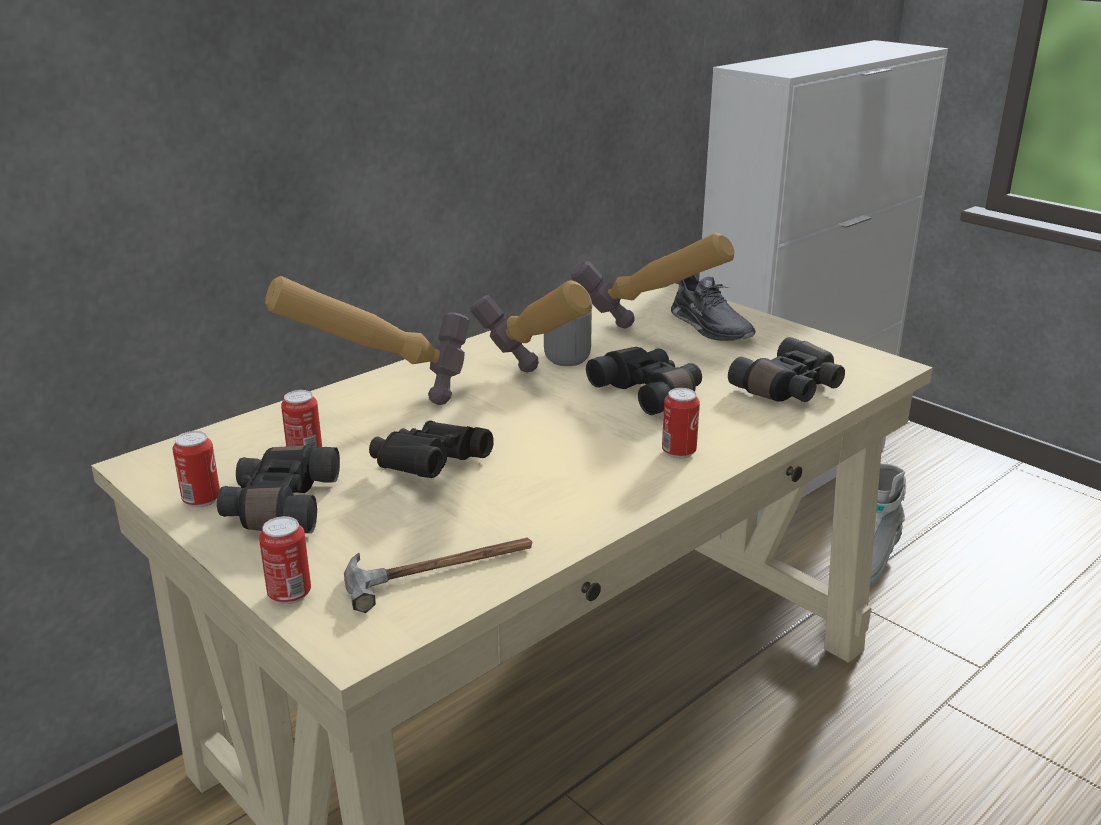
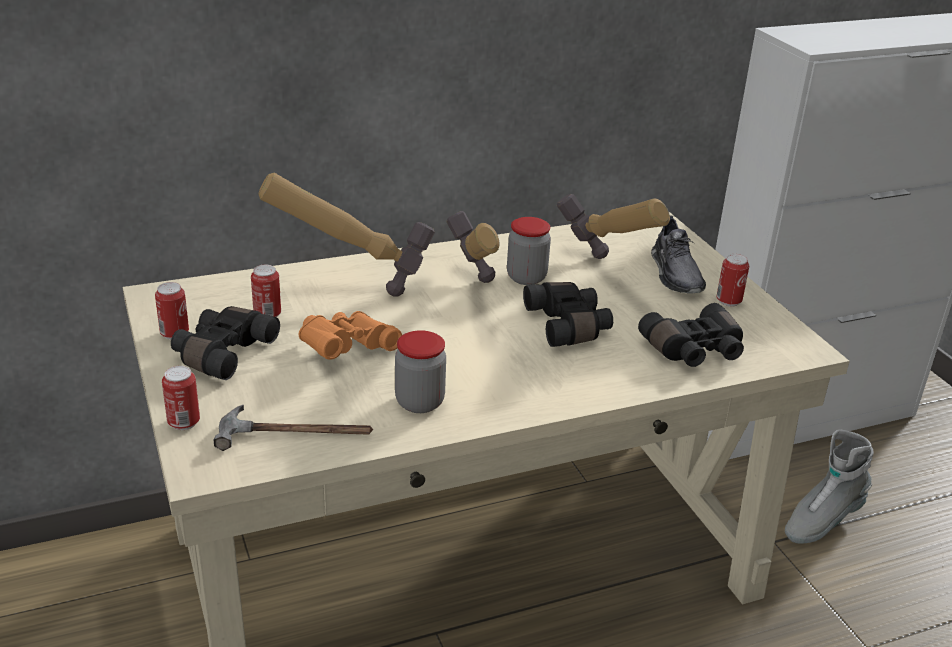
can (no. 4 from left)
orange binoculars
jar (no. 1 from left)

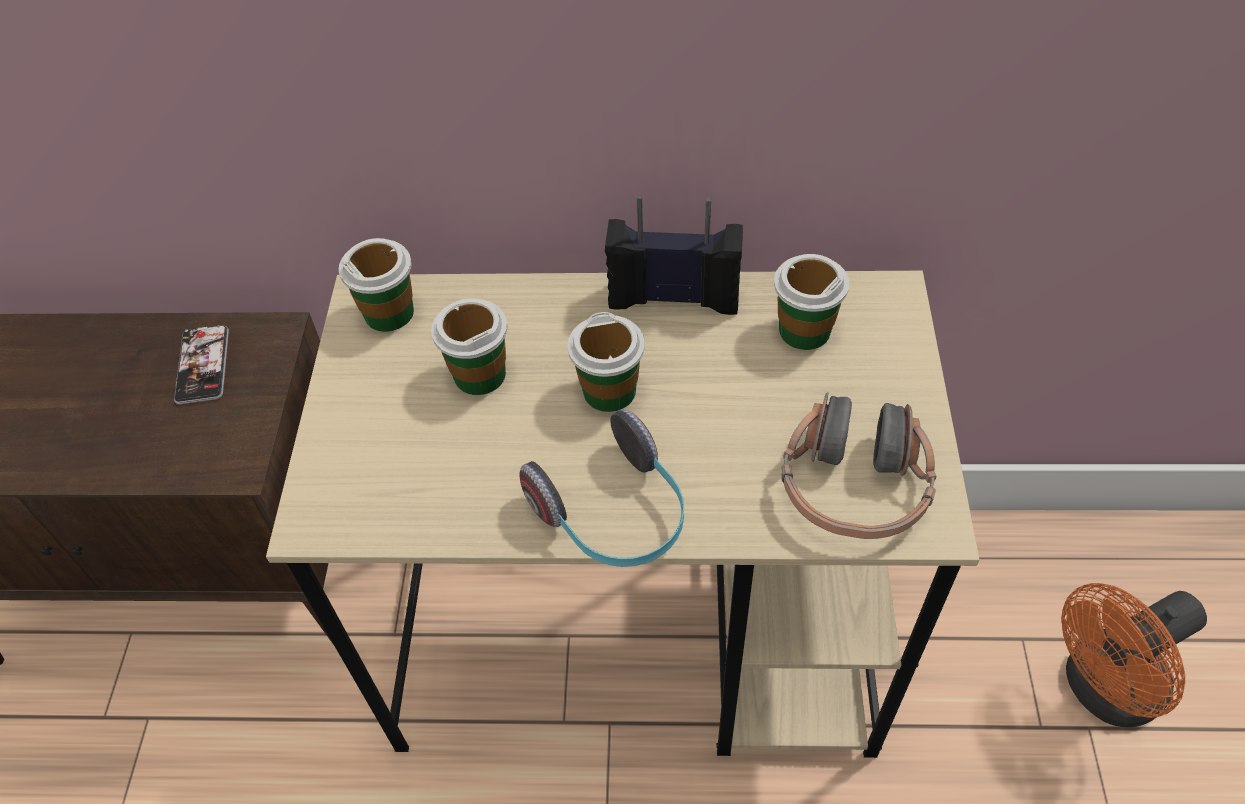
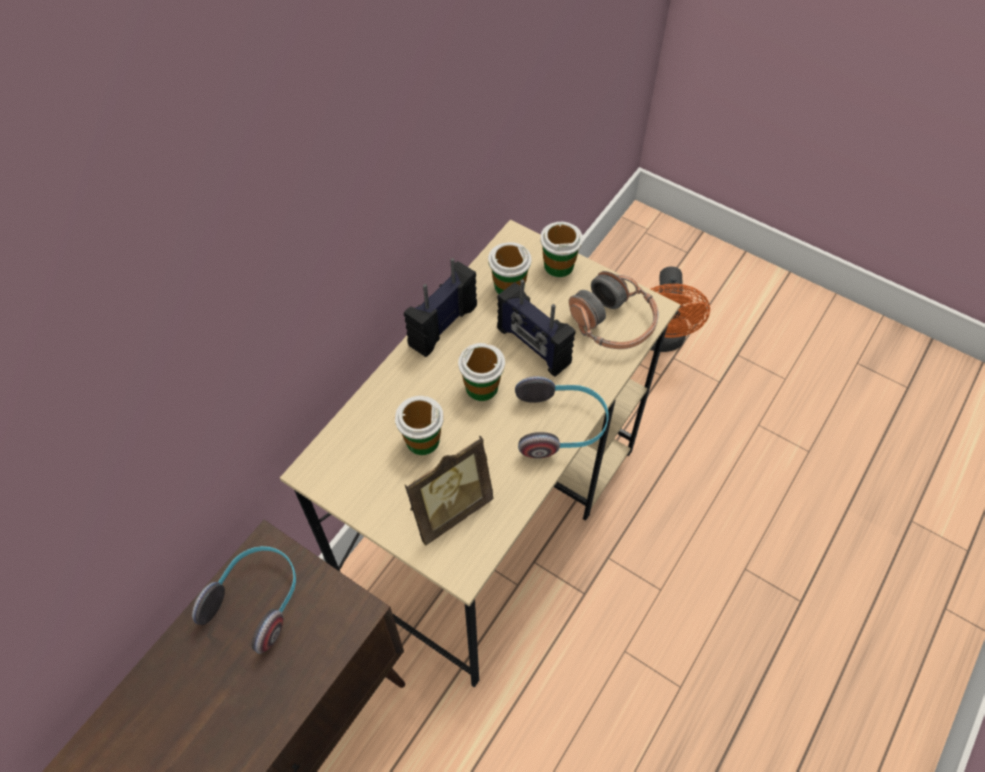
cup (no. 4 from left)
headphones (no. 1 from left)
radio (no. 2 from left)
picture frame

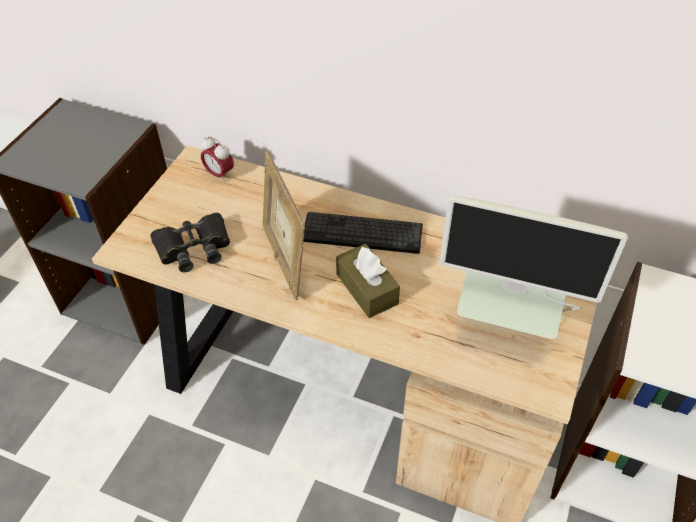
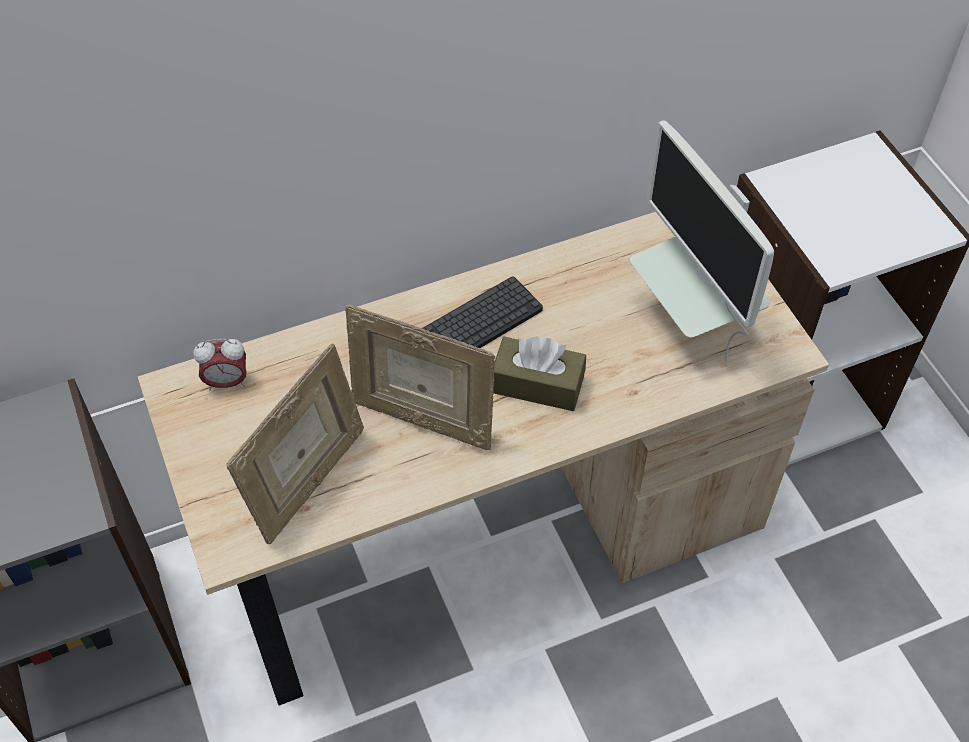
monitor
picture frame (no. 1 from left)

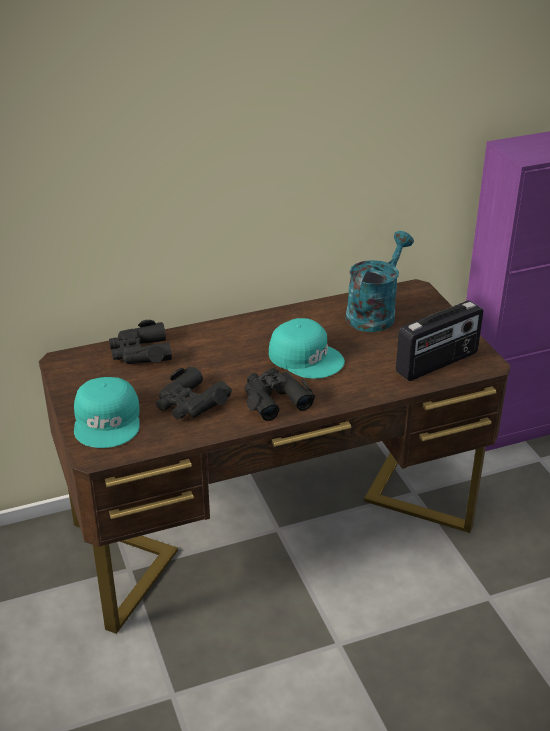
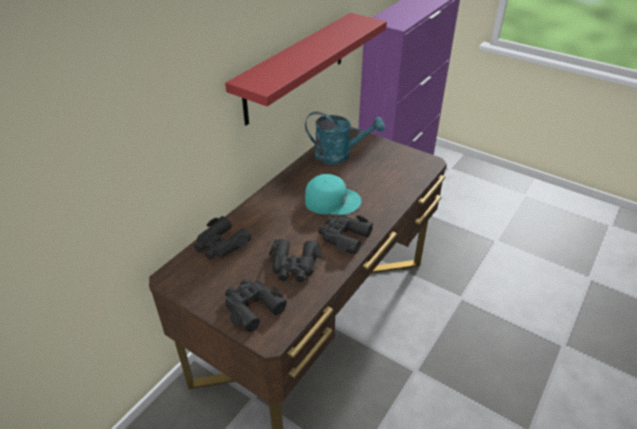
turquoise watering can
radio
black binoculars (no. 2 from left)
red shelf

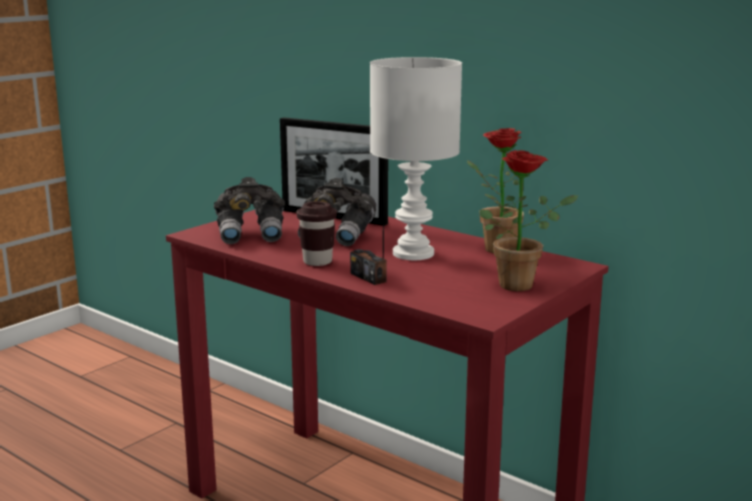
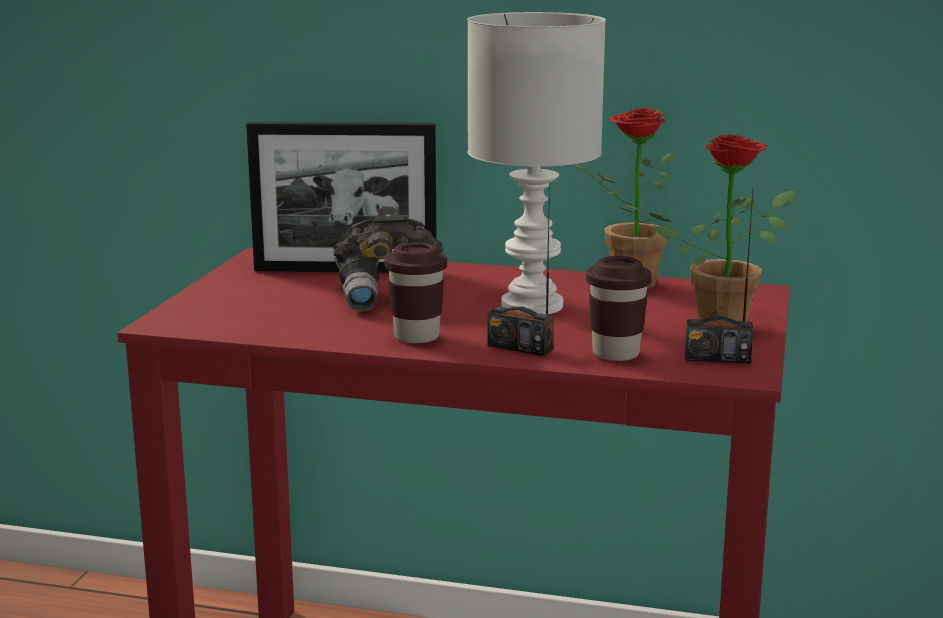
grey binoculars (no. 1 from left in the first image)
radio (no. 2 from left)
brown cup (no. 2 from left)

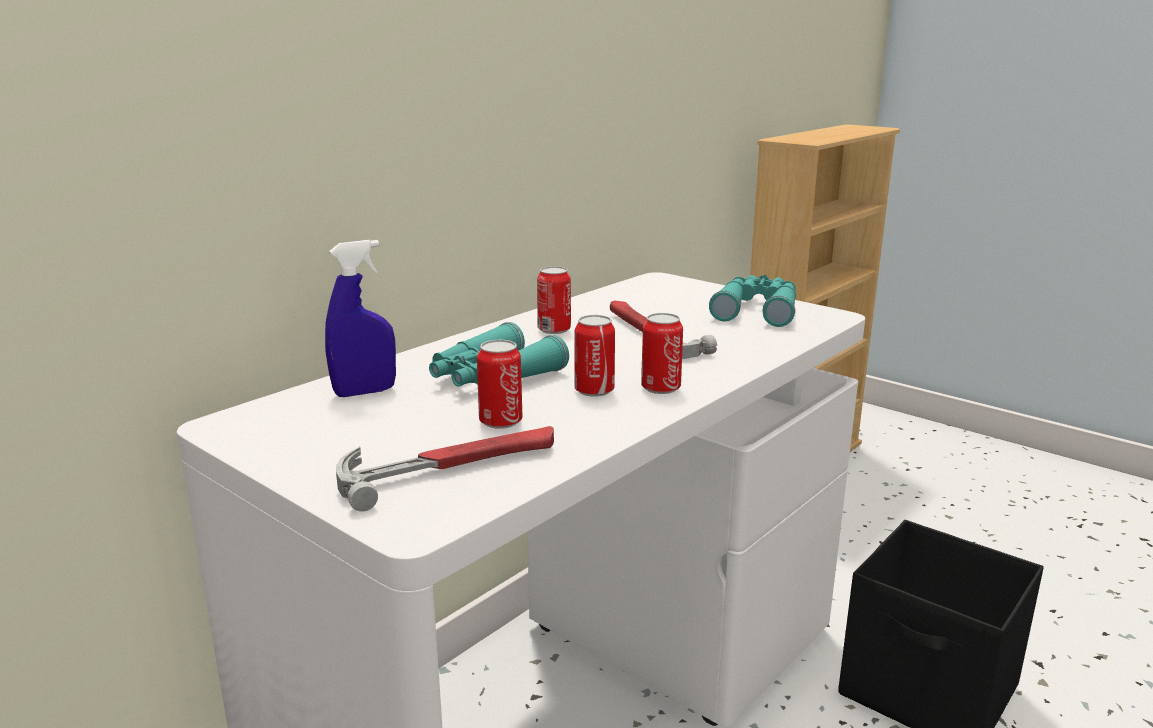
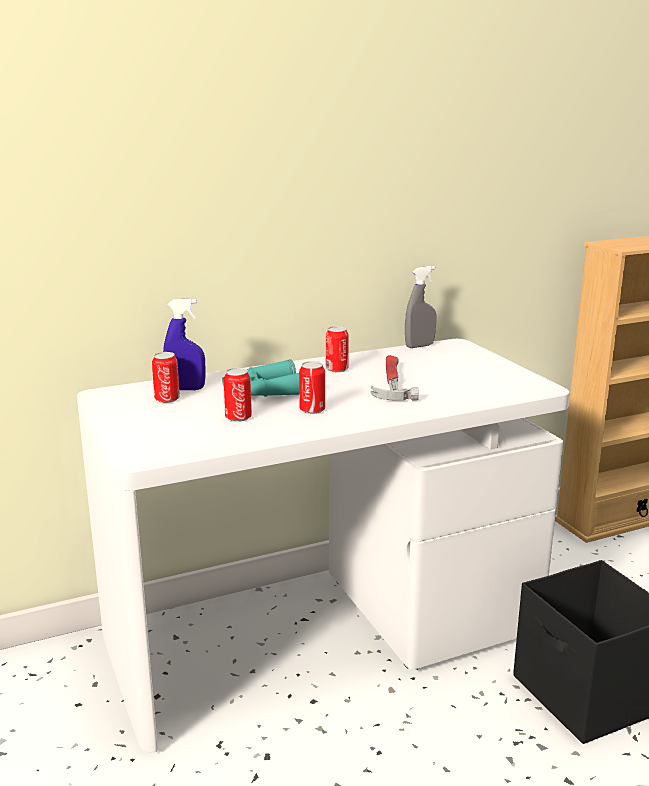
turquoise binoculars (no. 2 from left in the first image)
can (no. 1 from left)
hammer (no. 1 from left in the first image)
grey spray bottle

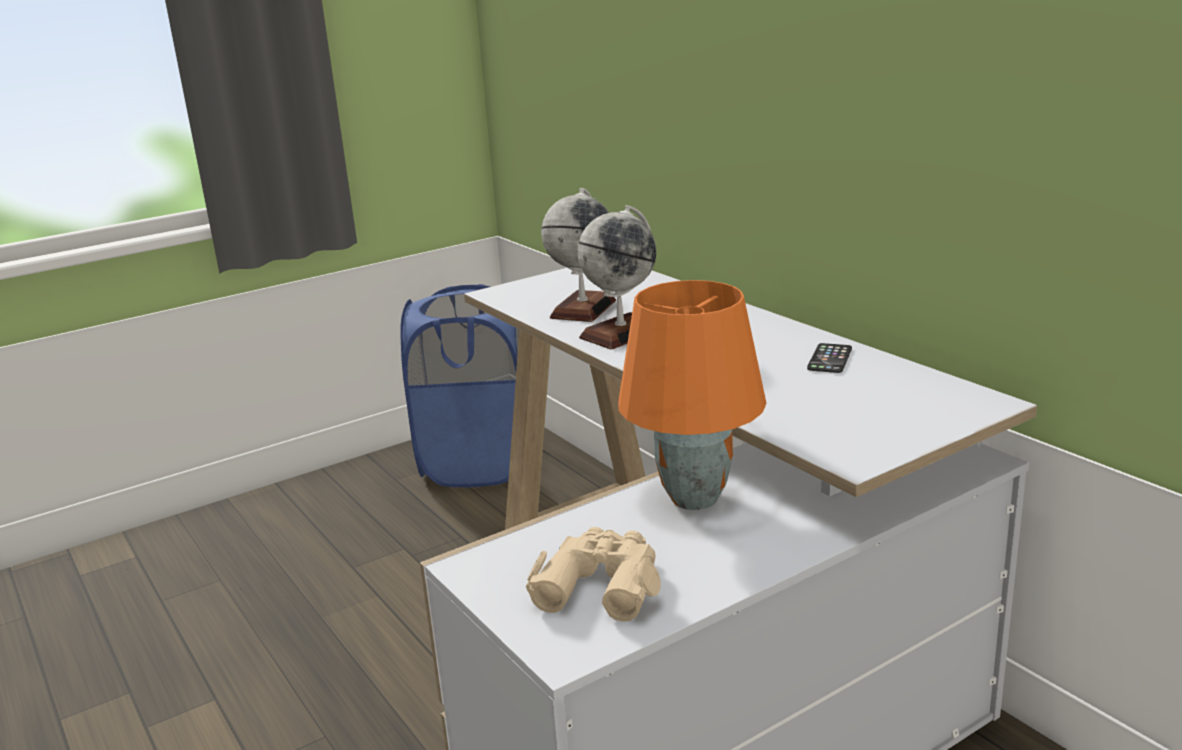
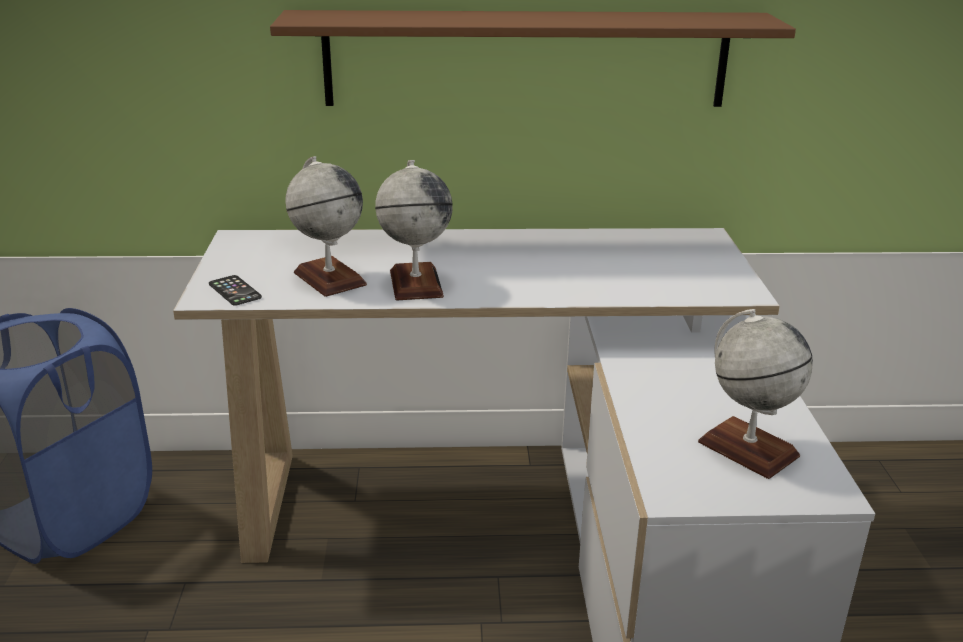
orange table lamp
phone
globe (no. 3 from left)
brown shelf

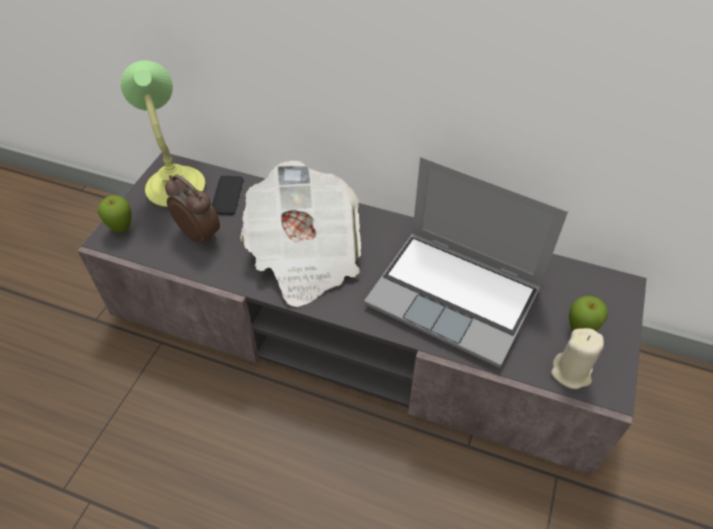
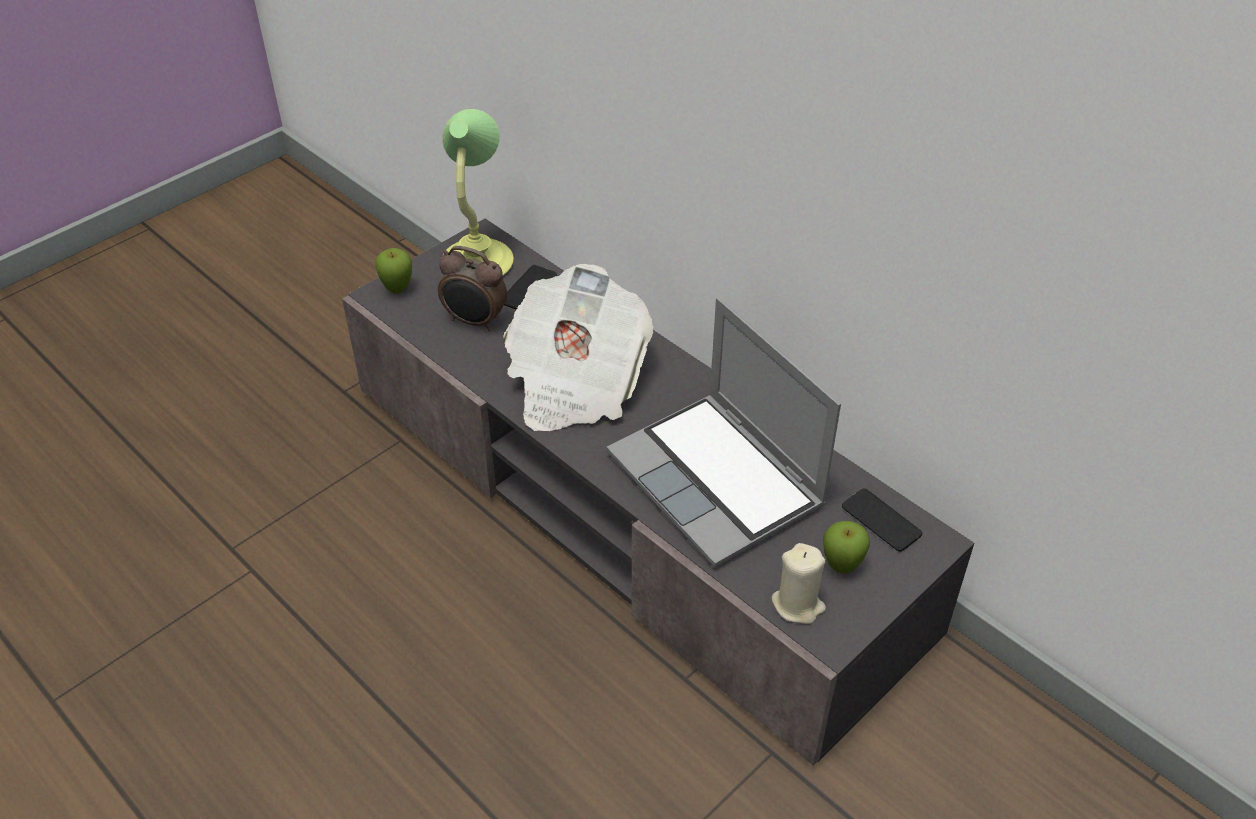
alarm clock
phone (no. 2 from left)

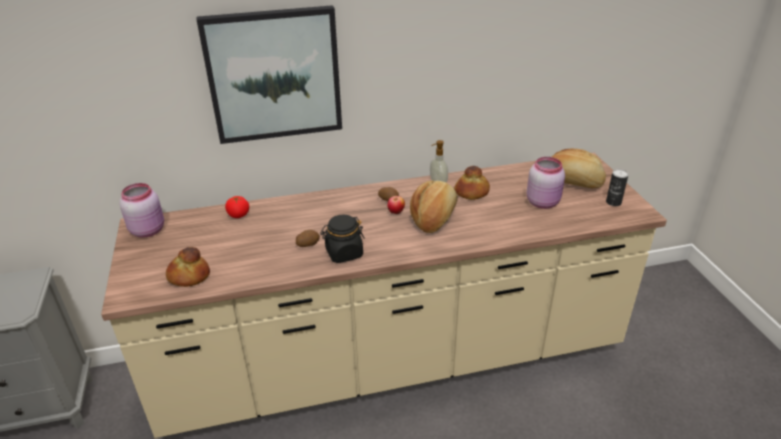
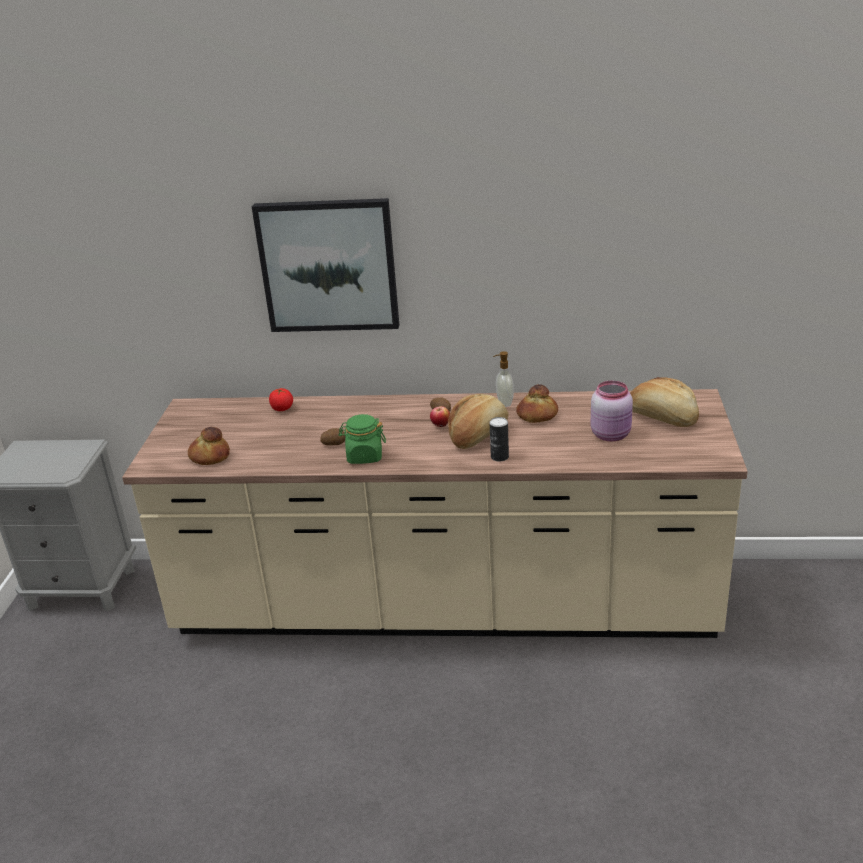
can
pink jar (no. 1 from left in the first image)
green jar

